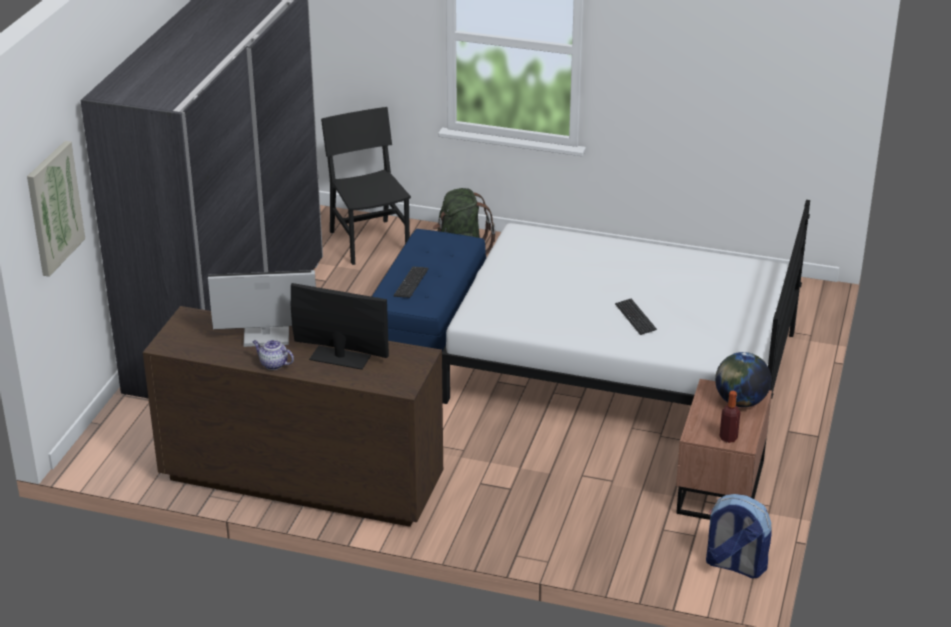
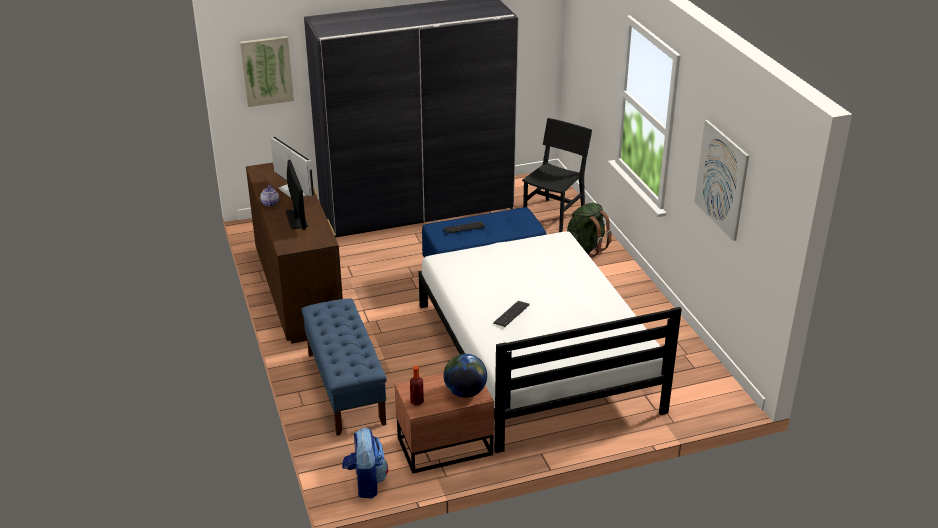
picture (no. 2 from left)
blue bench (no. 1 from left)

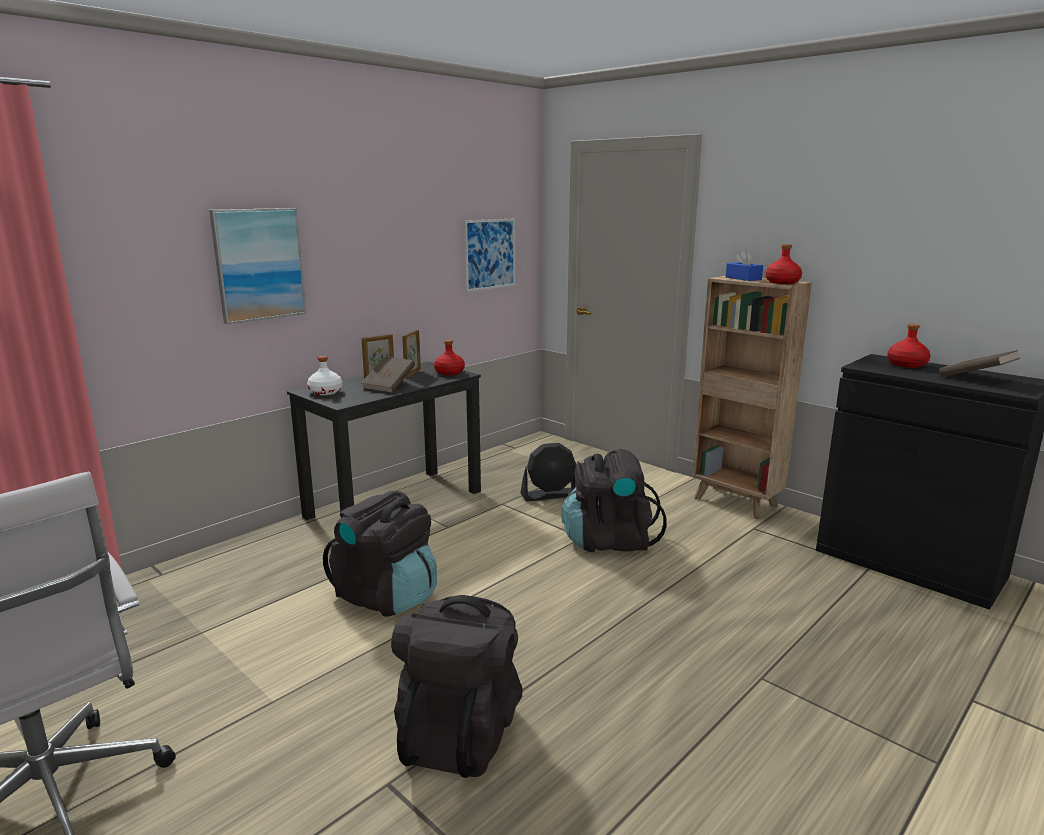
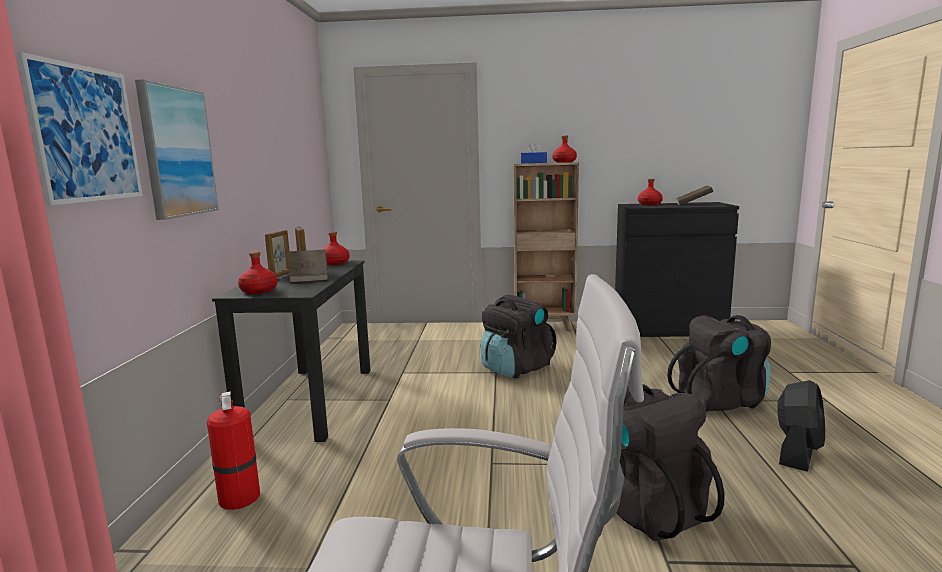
picture (no. 1 from left)
red bottle (no. 1 from left)
black fan
black backpack (no. 3 from left)
fire extinguisher

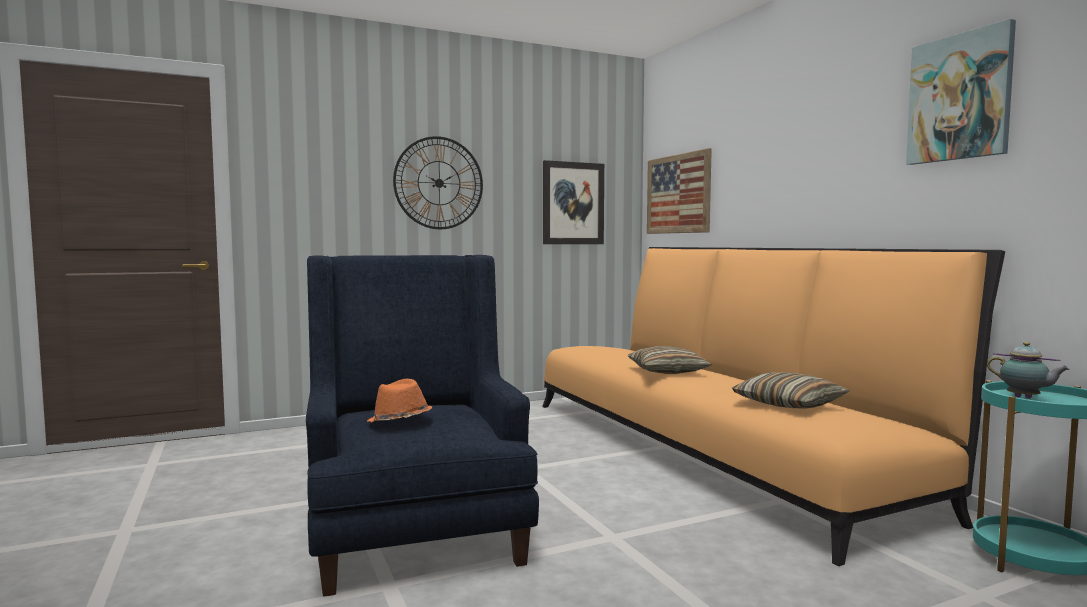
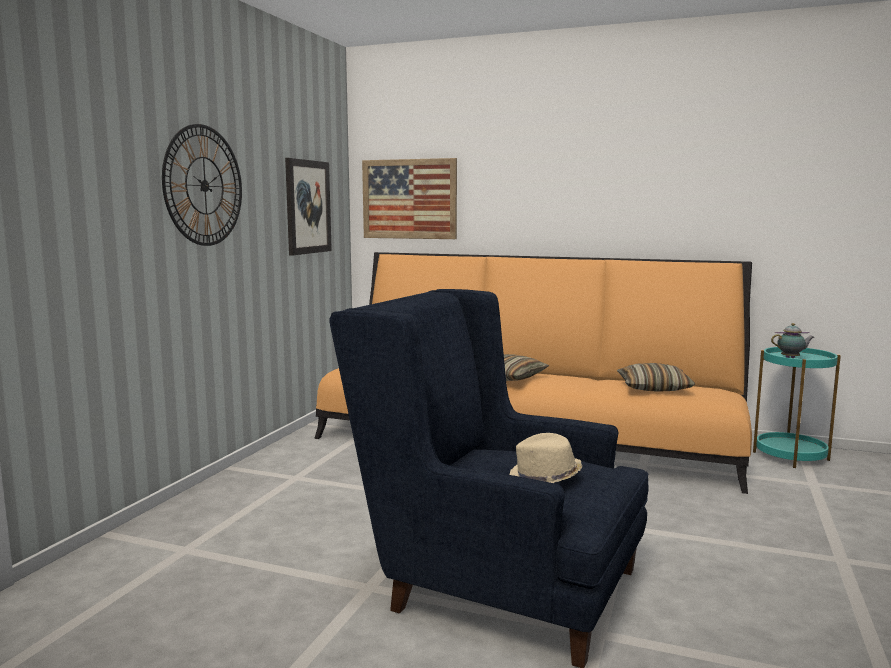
picture (no. 3 from left in the first image)
beige hat

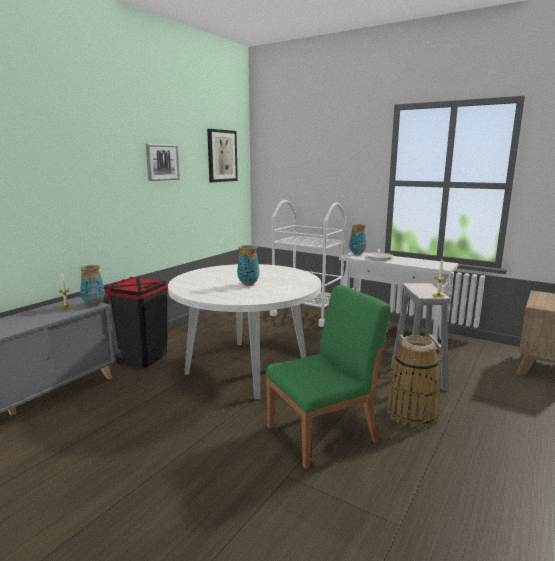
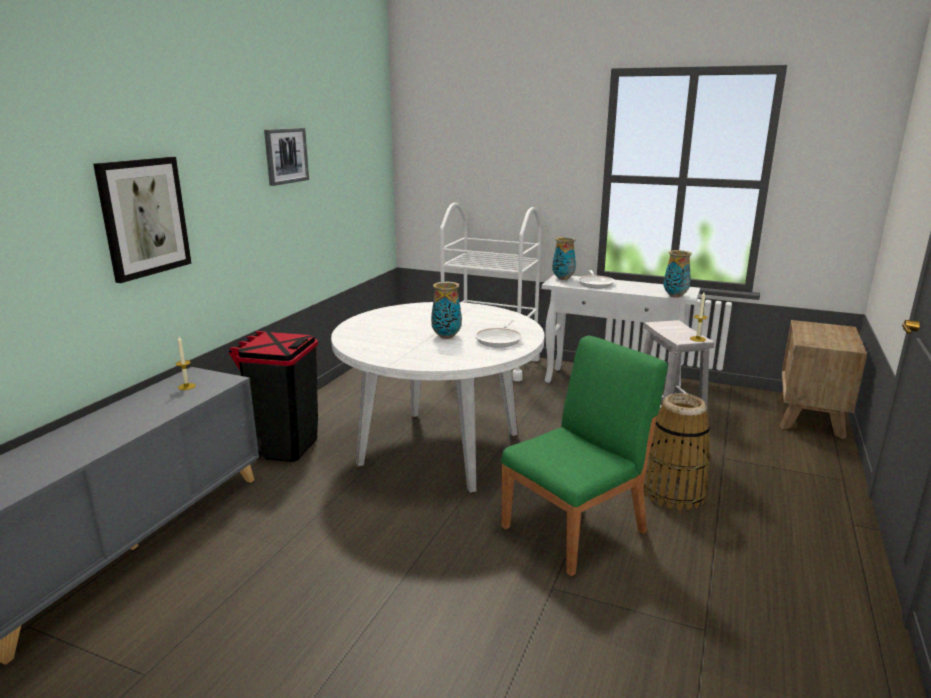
picture (no. 1 from left)
vase (no. 3 from left)
frying pan (no. 1 from left)

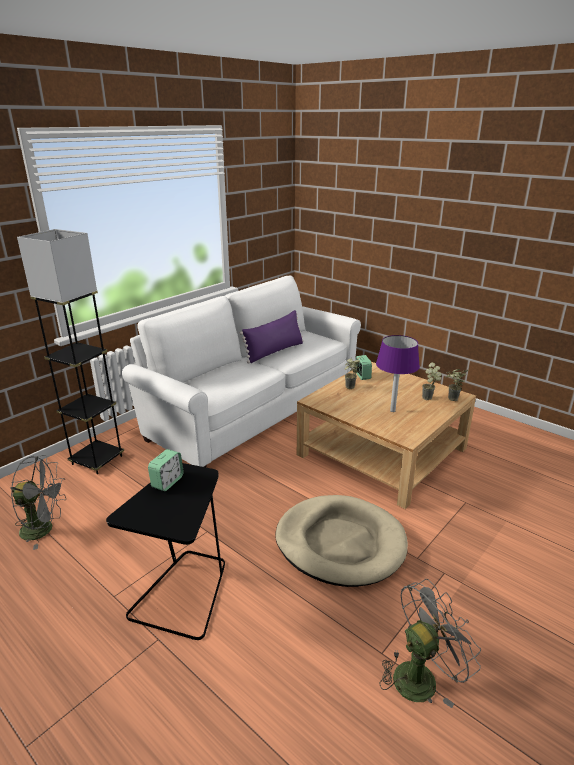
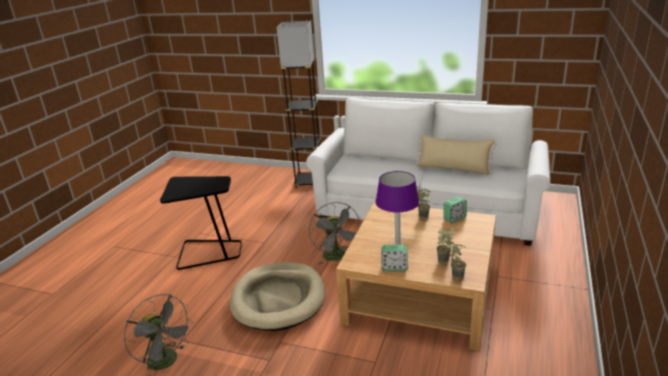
beige pillow
alarm clock (no. 1 from left)
grey fan (no. 2 from left)

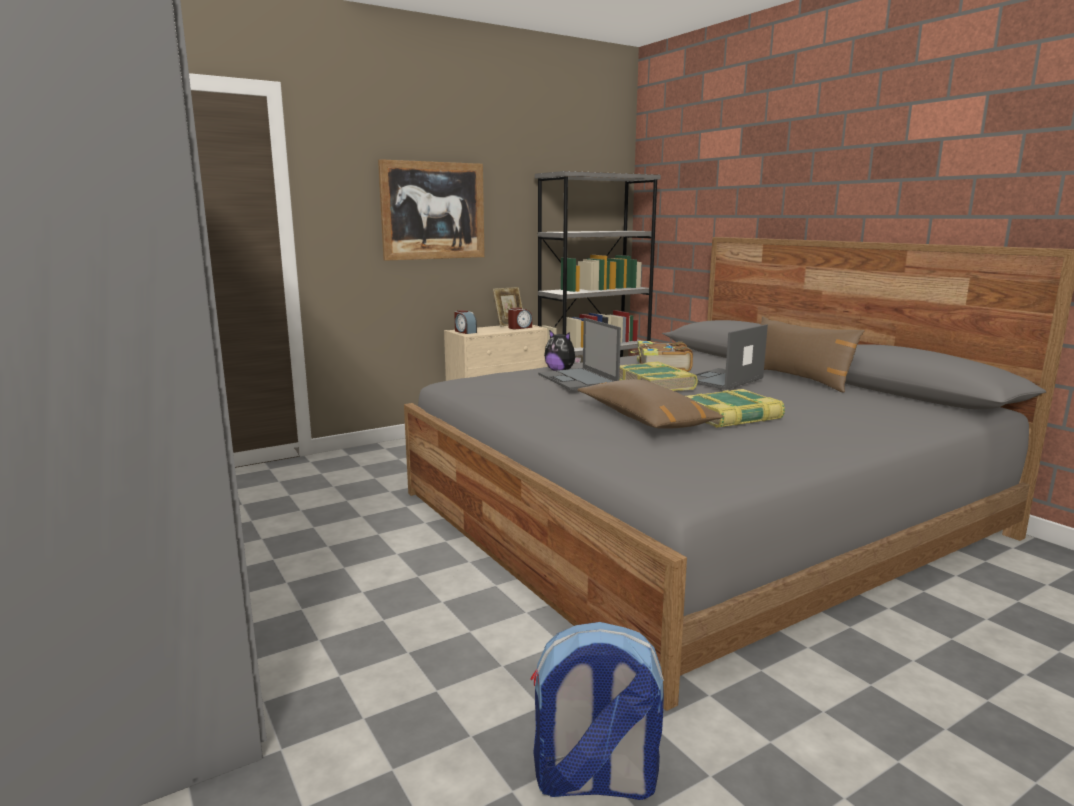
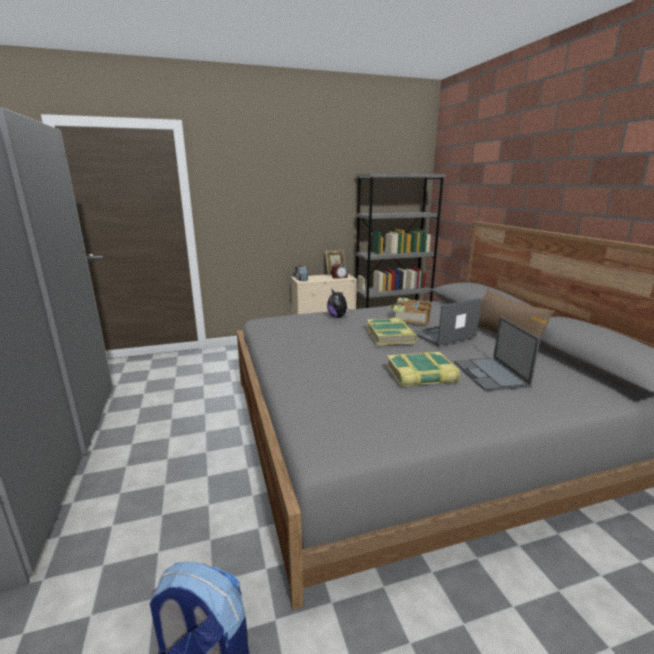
picture
laptop (no. 2 from left)
brown pillow (no. 1 from left in the first image)

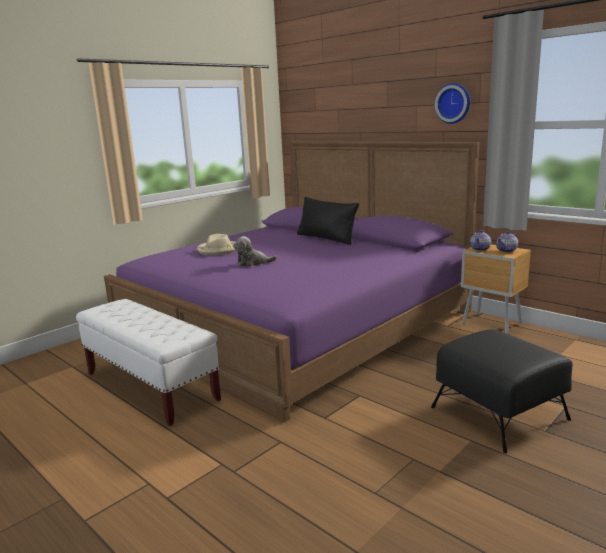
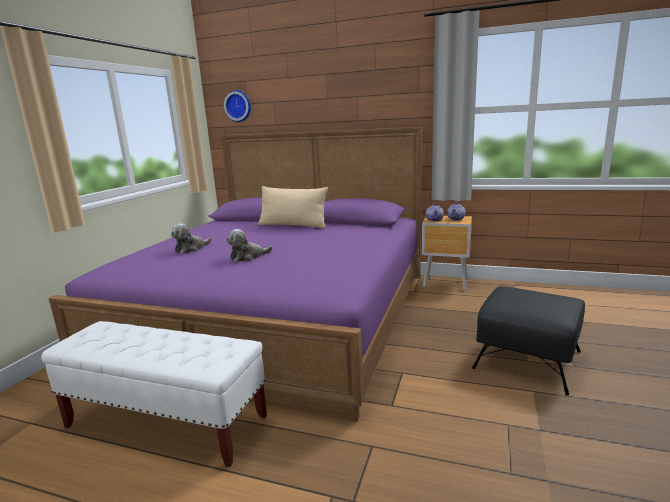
wall clock
beige pillow
plush toy (no. 1 from left)

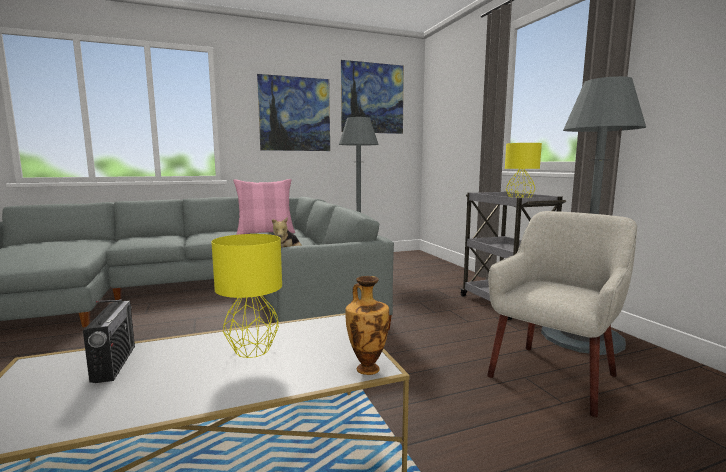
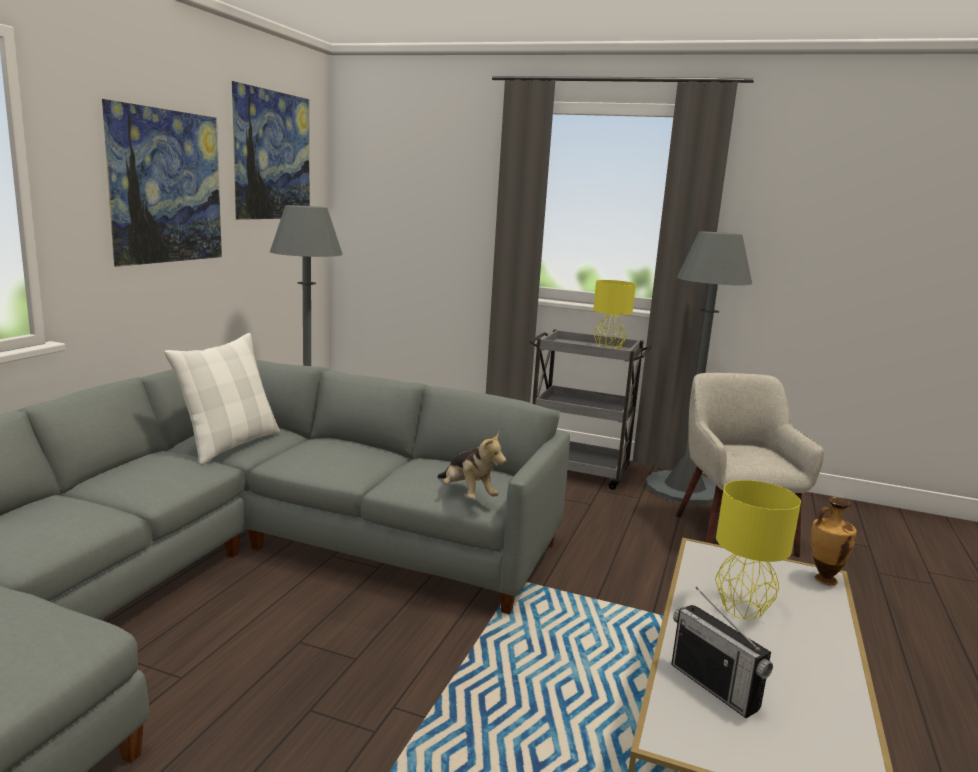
white pillow
radio

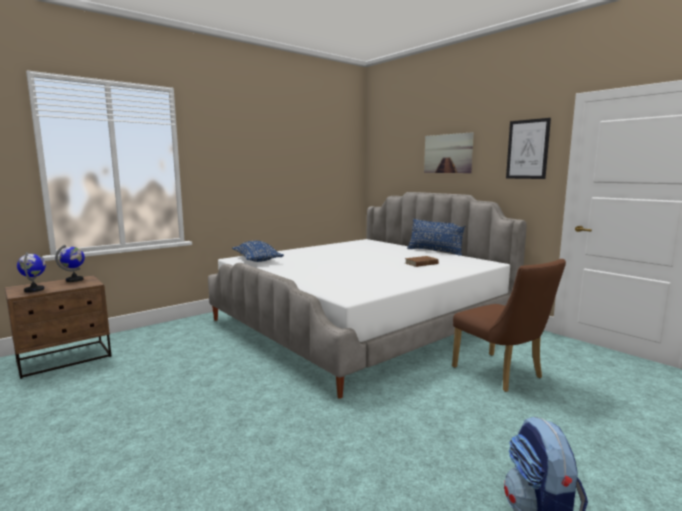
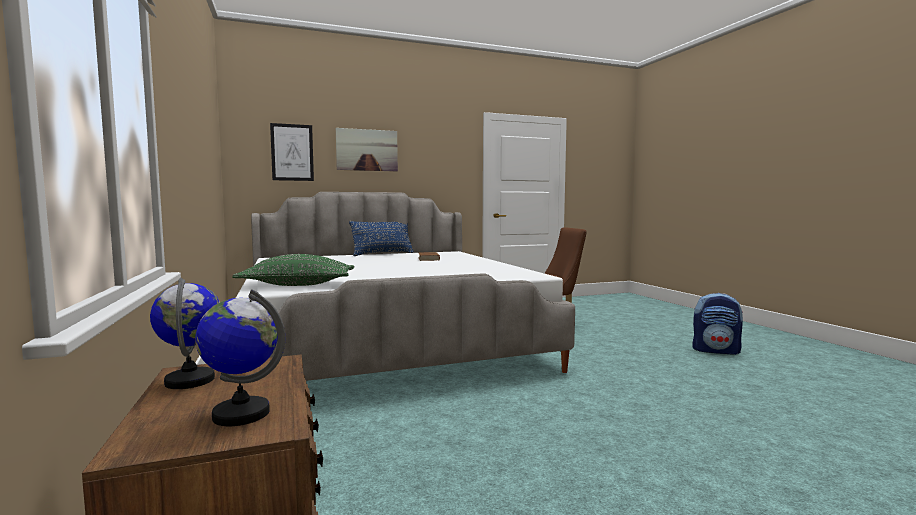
picture (no. 1 from left)
green pillow

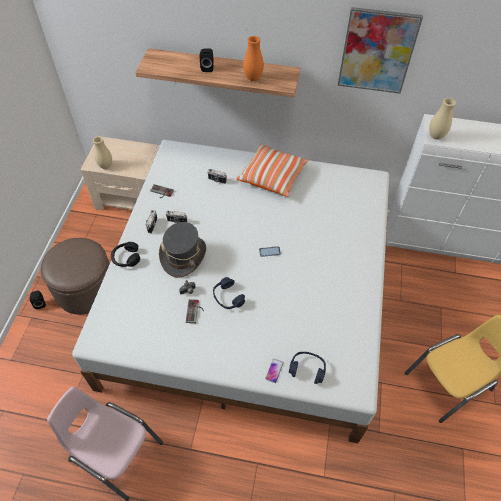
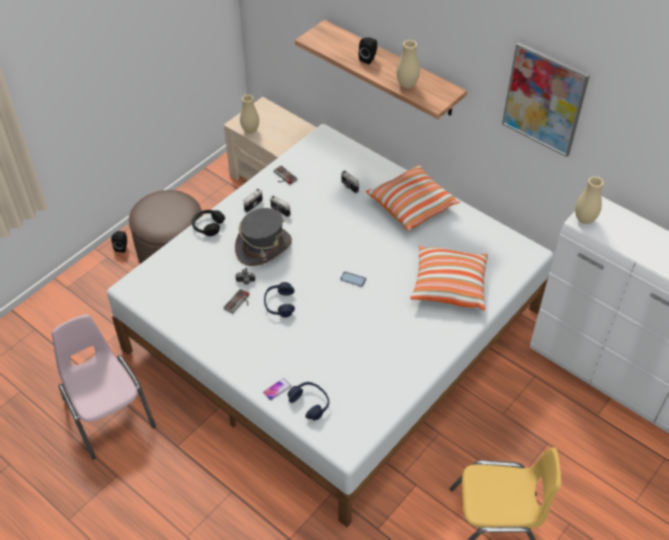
beige vase (no. 2 from left)
pillow (no. 2 from left)

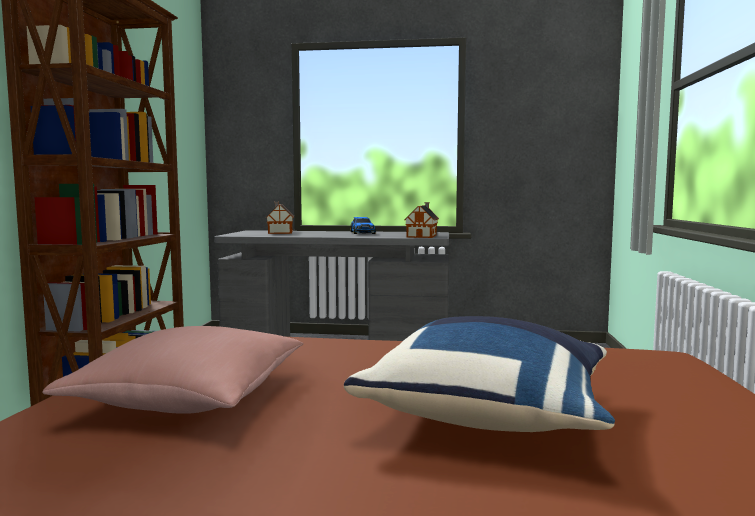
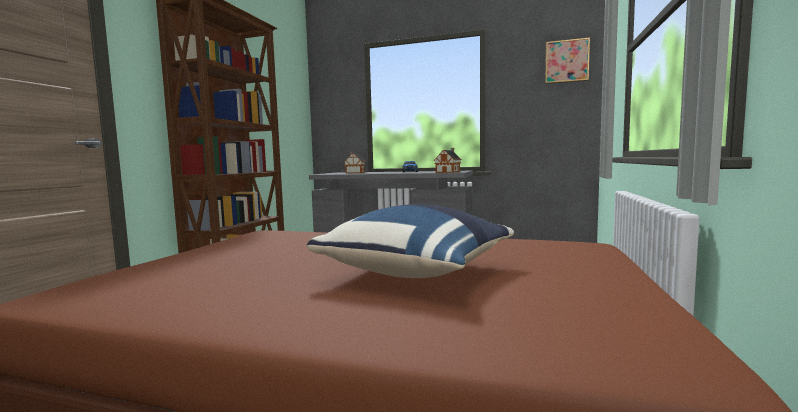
pink pillow
picture

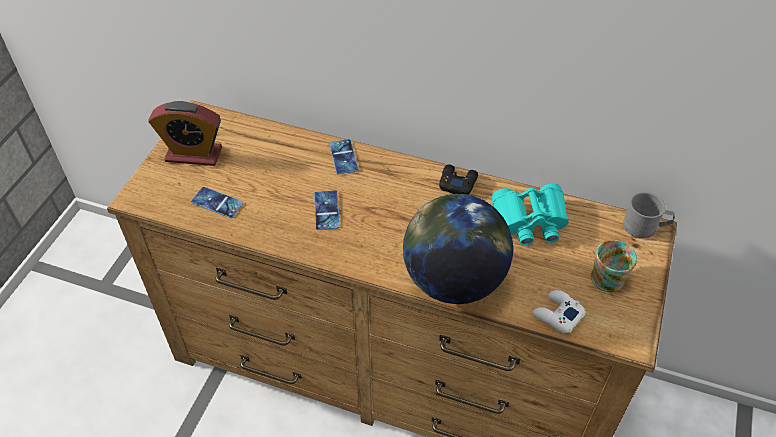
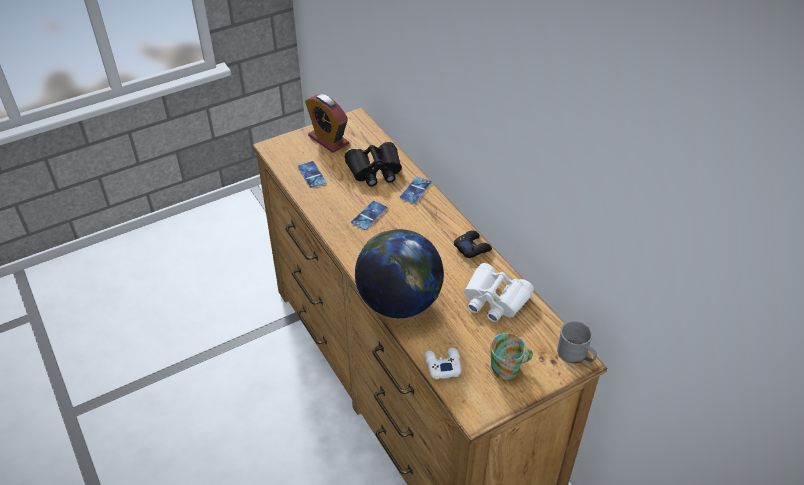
white binoculars
black binoculars

